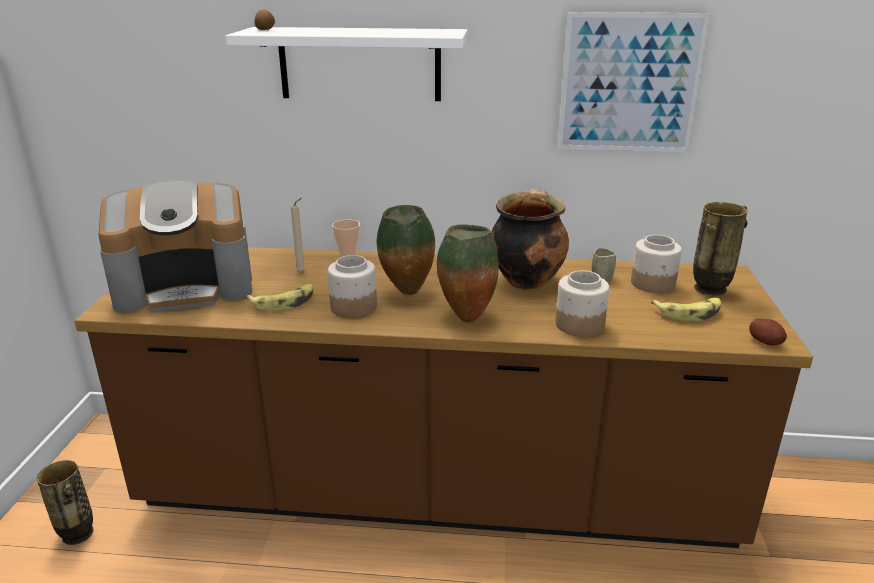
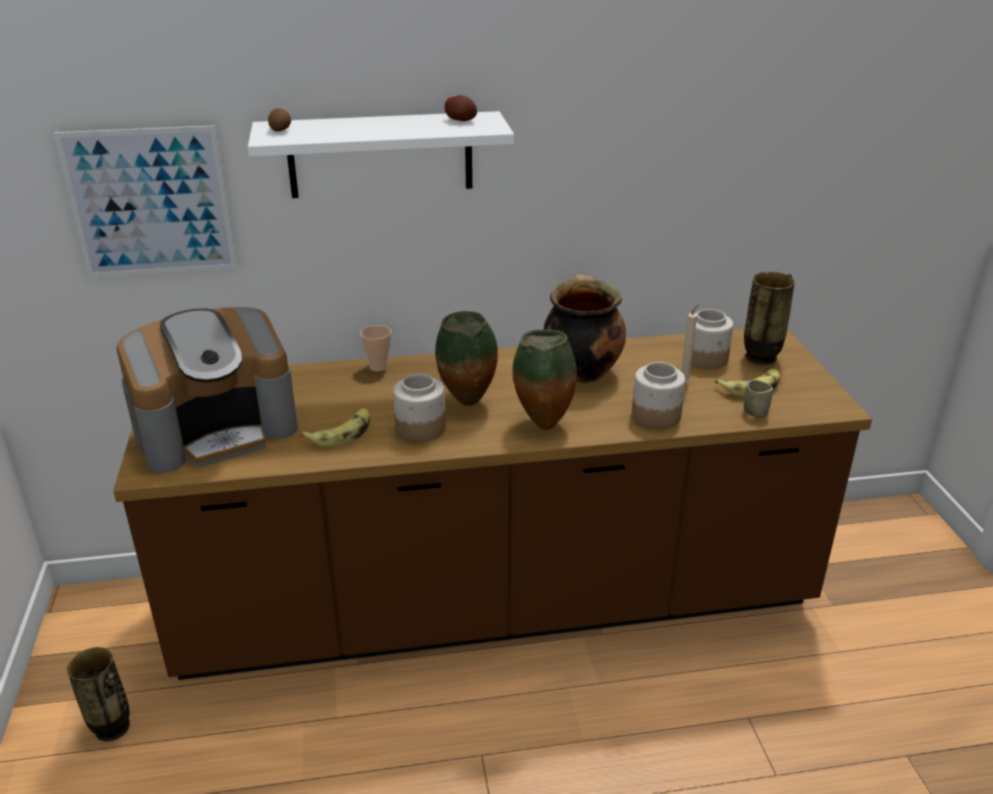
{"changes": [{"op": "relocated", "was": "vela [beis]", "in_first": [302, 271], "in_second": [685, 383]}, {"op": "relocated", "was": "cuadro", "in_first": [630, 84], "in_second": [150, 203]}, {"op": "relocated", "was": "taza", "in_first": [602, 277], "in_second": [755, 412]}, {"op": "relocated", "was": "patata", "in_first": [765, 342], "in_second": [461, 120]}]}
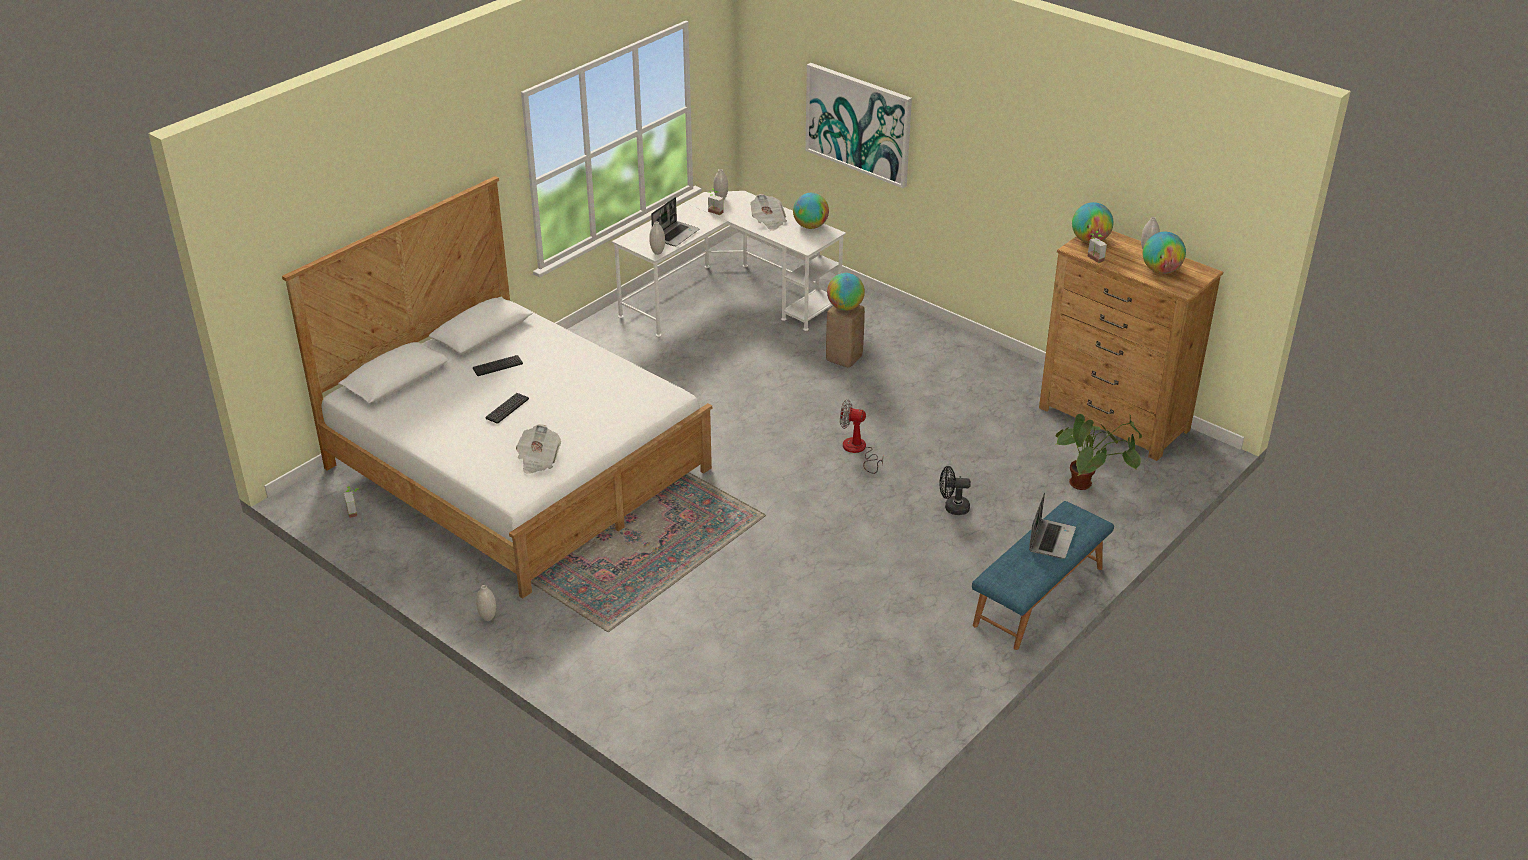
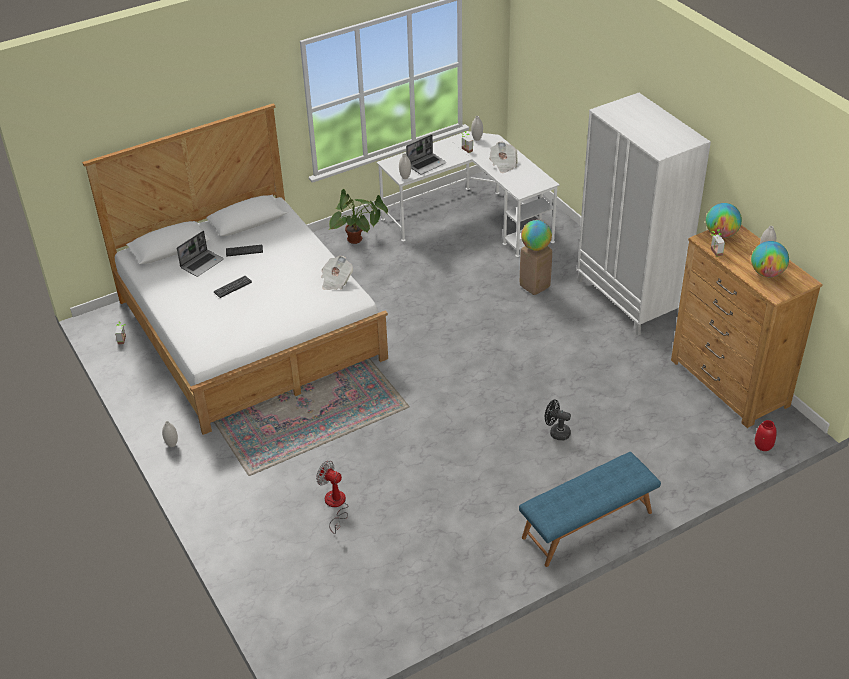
{"changes": [{"op": "relocated", "was": "periódico", "in_first": [538, 460], "in_second": [336, 281]}, {"op": "missing", "was": "globo terráqueo", "in_first": [810, 226]}, {"op": "missing", "was": "cuadro", "in_first": [858, 124]}, {"op": "relocated", "was": "ventilador", "in_first": [858, 451], "in_second": [335, 505]}, {"op": "relocated", "was": "portátil", "in_first": [1051, 539], "in_second": [202, 263]}, {"op": "relocated", "was": "planta en maceta", "in_first": [1091, 487], "in_second": [359, 243]}, {"op": "appeared", "now": "armario ropero [blanco]", "in_second": [629, 298]}, {"op": "appeared", "now": "florero [rojo]", "in_second": [763, 446]}]}
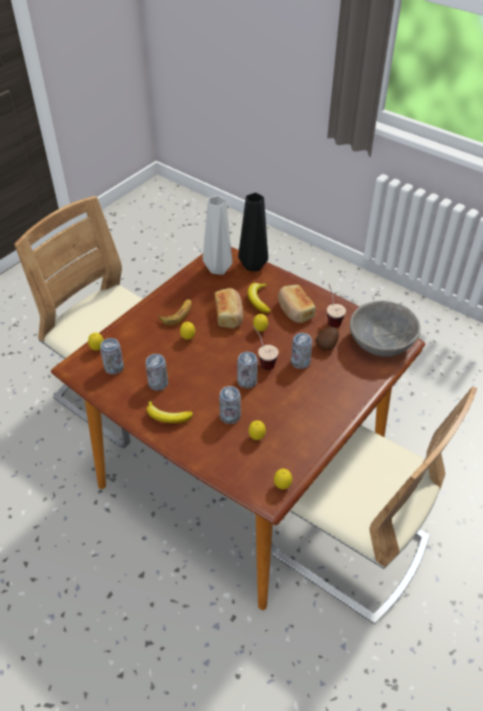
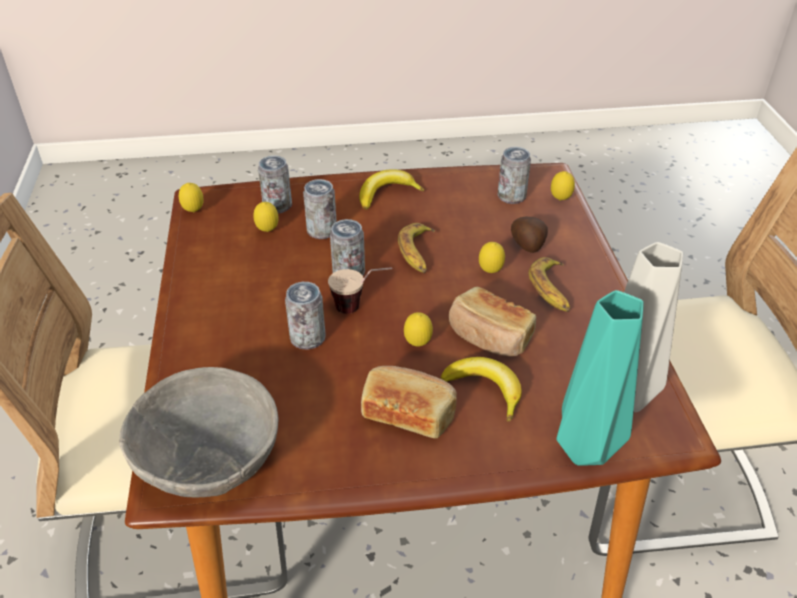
{"changes": [{"op": "relocated", "was": "lata", "in_first": [158, 384], "in_second": [277, 206]}, {"op": "colour", "was": "florero [negro]", "now": "florero [turquesa]", "in_first": [252, 265], "in_second": [589, 450]}, {"op": "relocated", "was": "patata", "in_first": [327, 345], "in_second": [528, 245]}, {"op": "missing", "was": "taza", "in_first": [331, 318]}, {"op": "appeared", "now": "plátano", "in_second": [417, 253]}]}
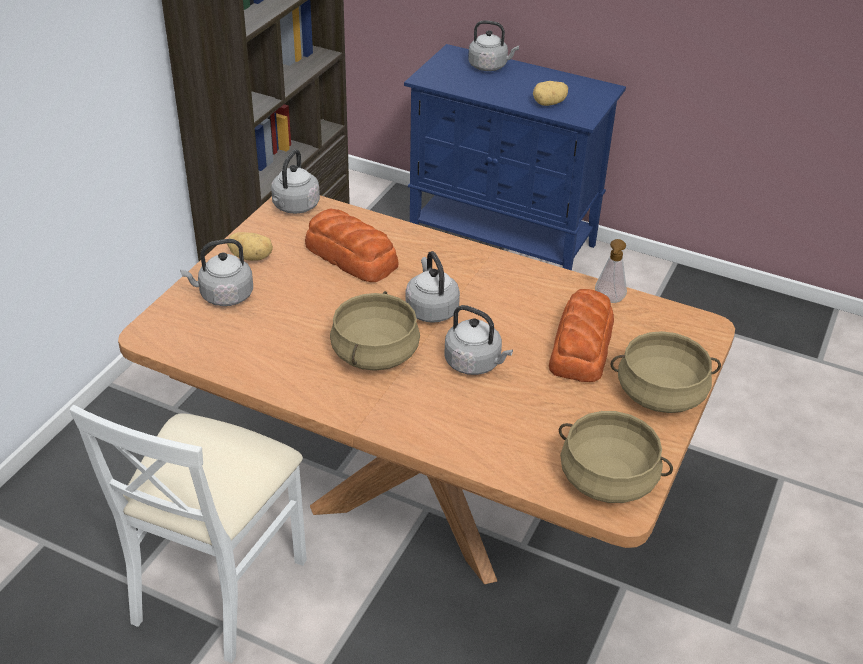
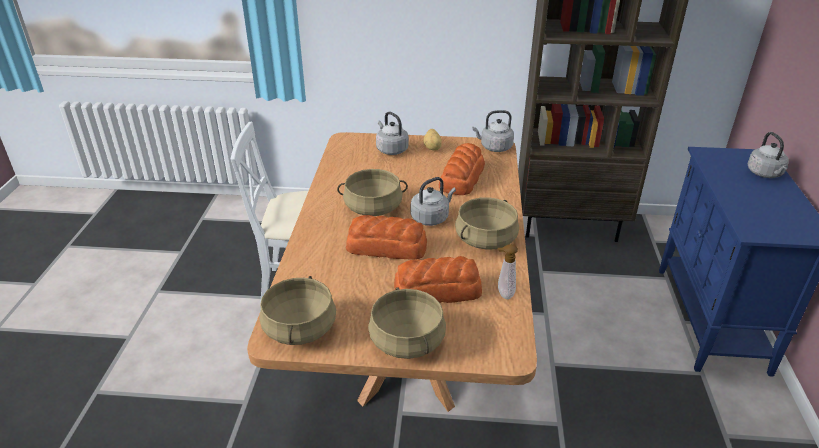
{"changes": [{"op": "exchanged", "was": "hervidor [gris]", "now": "pan", "in_first": [475, 363], "in_second": [387, 247]}, {"op": "missing", "was": "patata", "in_first": [549, 104]}, {"op": "appeared", "now": "olla [beis]", "in_second": [485, 239]}]}
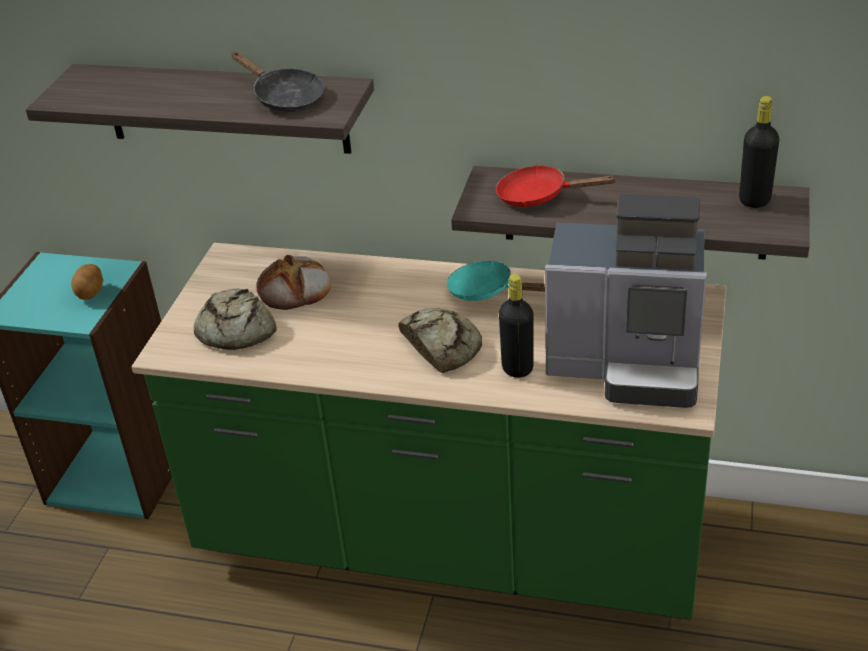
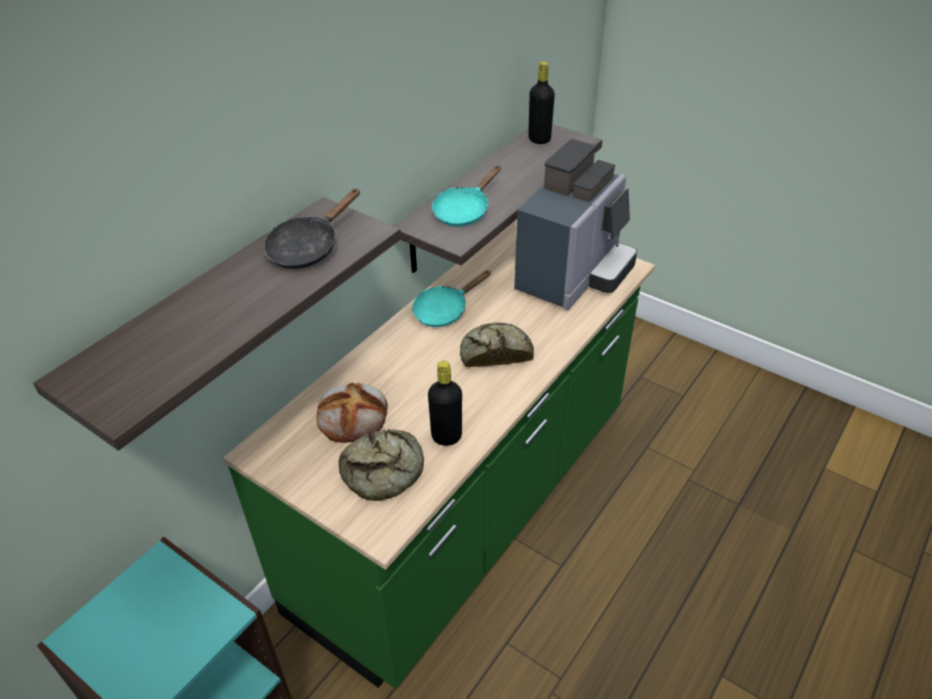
{"changes": [{"op": "missing", "was": "patata", "in_first": [91, 293]}, {"op": "spun", "was": "sartén [negro]", "in_first": [284, 98], "in_second": [308, 247], "clockwise": 150}, {"op": "colour", "was": "sartén [rojo]", "now": "sartén [turquesa]", "in_first": [539, 196], "in_second": [464, 211]}, {"op": "relocated", "was": "botella [negro]", "in_first": [517, 368], "in_second": [446, 436]}]}
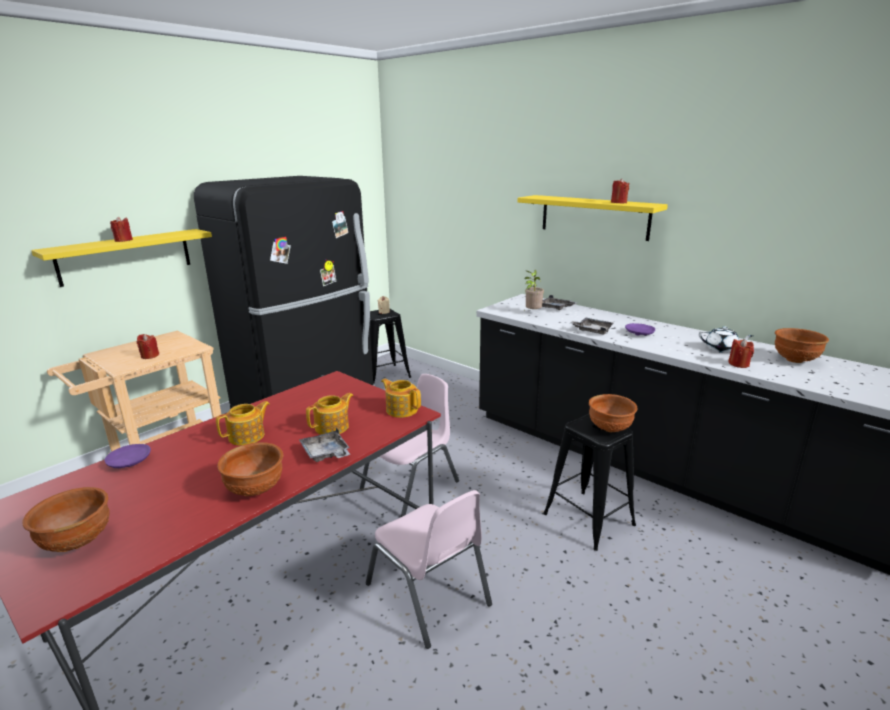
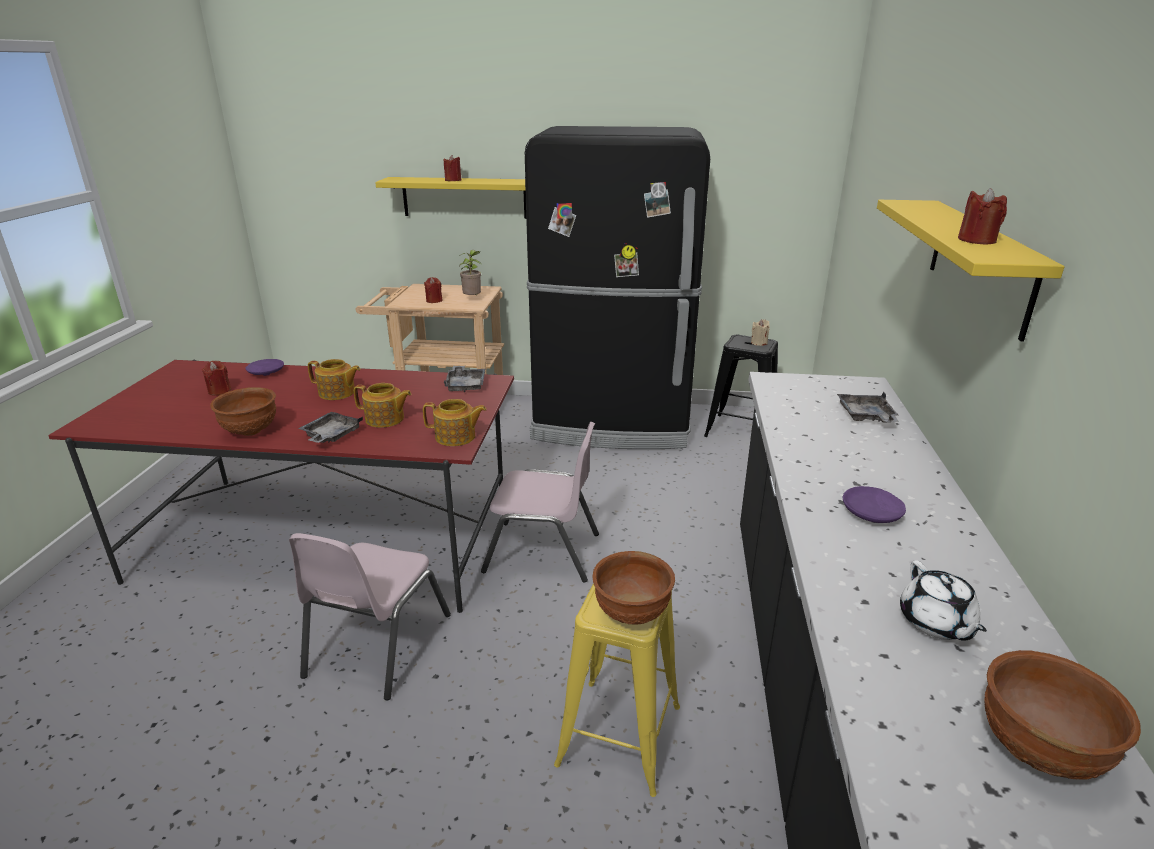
{"changes": [{"op": "missing", "was": "cuenco [marrón]", "in_first": [78, 541]}, {"op": "spun", "was": "tetera", "in_first": [401, 409], "in_second": [456, 437], "clockwise": 90}, {"op": "relocated", "was": "planta en maceta", "in_first": [532, 313], "in_second": [473, 299]}, {"op": "colour", "was": "taburete [negro]", "now": "taburete [amarillo]", "in_first": [588, 519], "in_second": [619, 734]}, {"op": "relocated", "was": "bandeja [gris]", "in_first": [592, 330], "in_second": [465, 385]}, {"op": "relocated", "was": "vela [rojo]", "in_first": [738, 364], "in_second": [219, 391]}]}
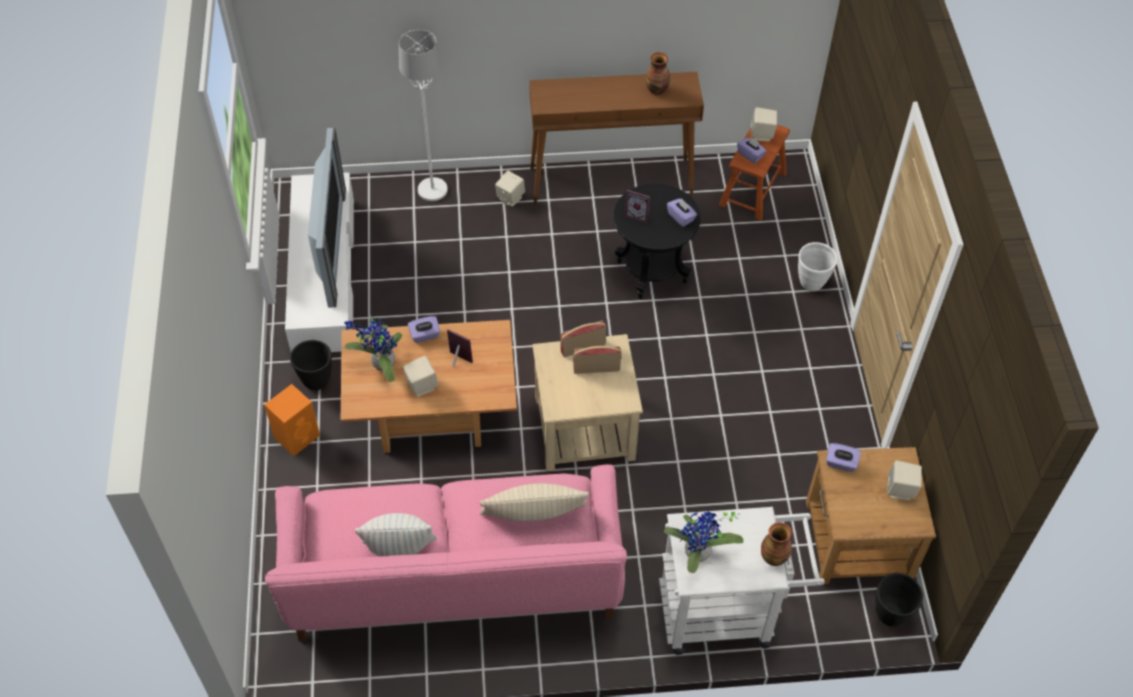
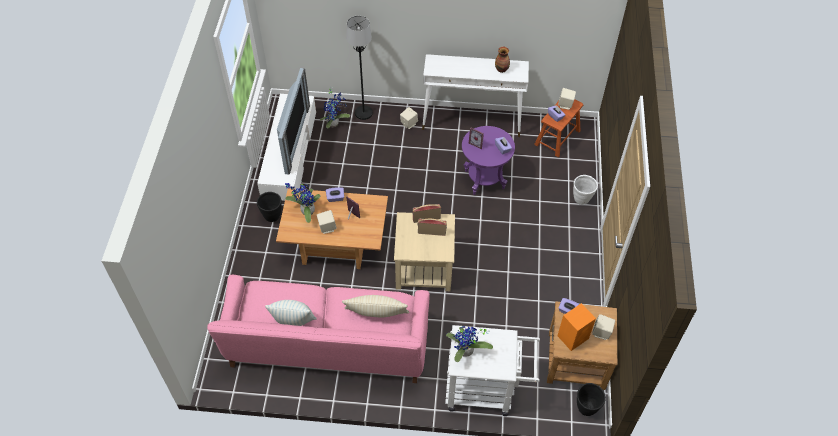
{"changes": [{"op": "relocated", "was": "altavoz [naranja]", "in_first": [298, 436], "in_second": [573, 337]}, {"op": "colour", "was": "lámpara de pie [blanco]", "now": "lámpara de pie [negro]", "in_first": [432, 190], "in_second": [363, 113]}, {"op": "colour", "was": "mesa consola [marrón]", "now": "mesa consola [blanco]", "in_first": [612, 181], "in_second": [472, 122]}, {"op": "colour", "was": "mesa auxiliar [negro]", "now": "mesa auxiliar [morado]", "in_first": [651, 272], "in_second": [484, 179]}, {"op": "missing", "was": "florero", "in_first": [774, 556]}, {"op": "appeared", "now": "planta en maceta", "in_second": [334, 123]}]}
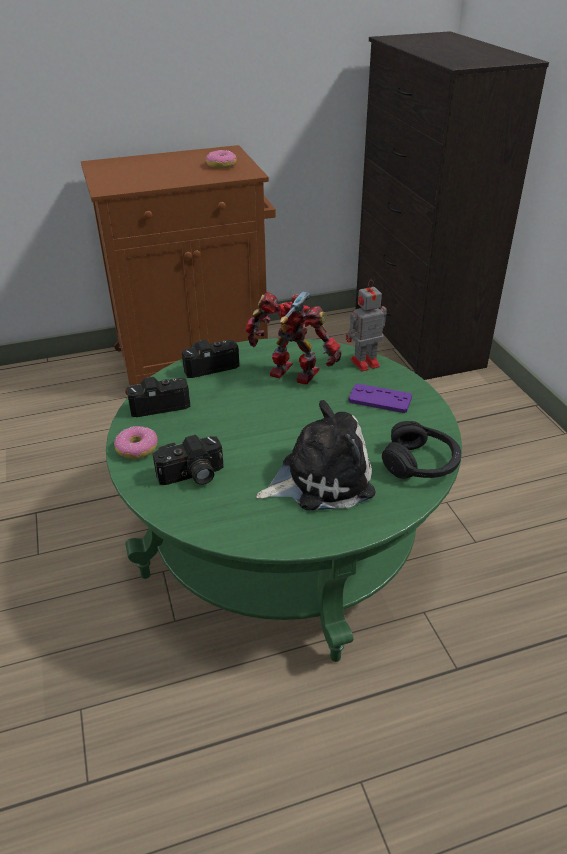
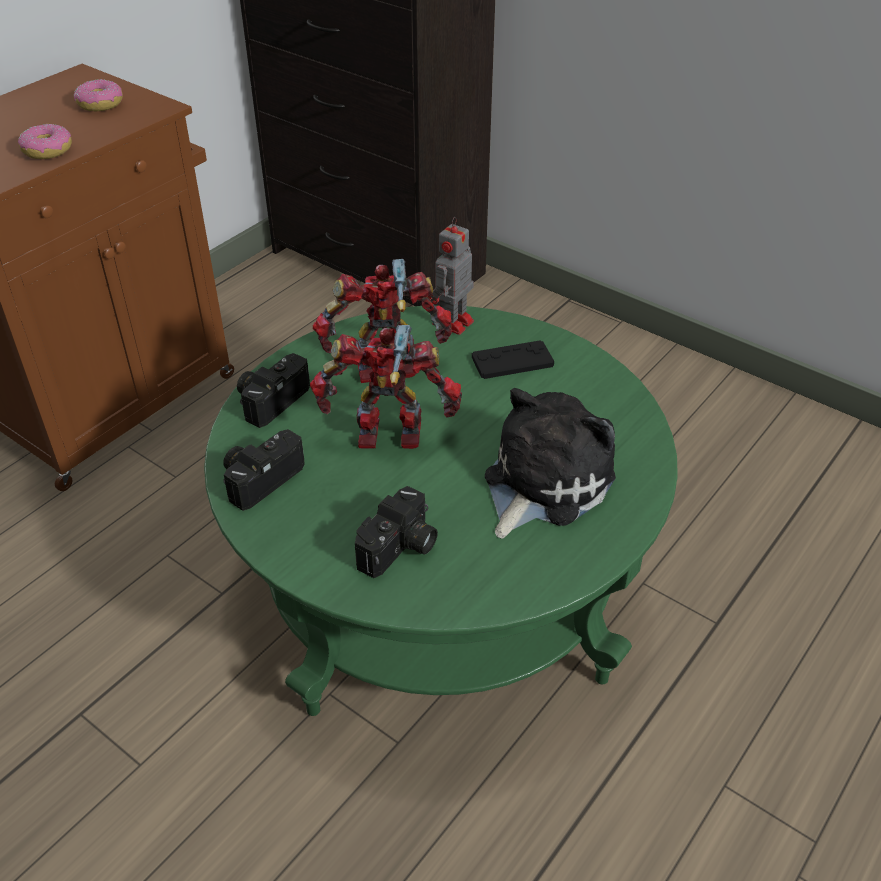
{"changes": [{"op": "relocated", "was": "rosquilla", "in_first": [137, 449], "in_second": [47, 151]}, {"op": "colour", "was": "mando de consola [morado]", "now": "mando de consola [negro]", "in_first": [380, 399], "in_second": [512, 361]}, {"op": "missing", "was": "auriculares [negro]", "in_first": [421, 463]}, {"op": "appeared", "now": "robot de juguete", "in_second": [390, 438]}]}
